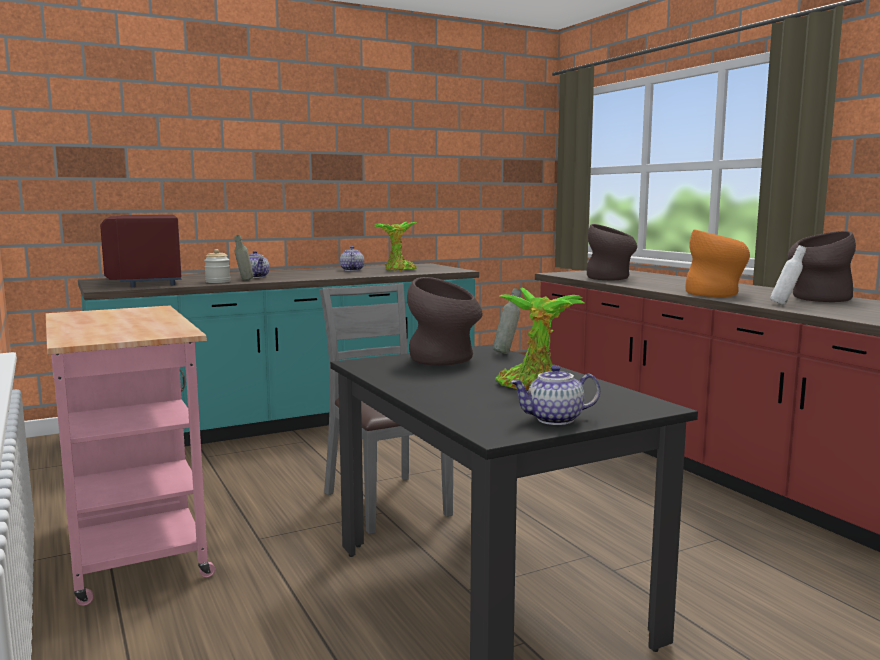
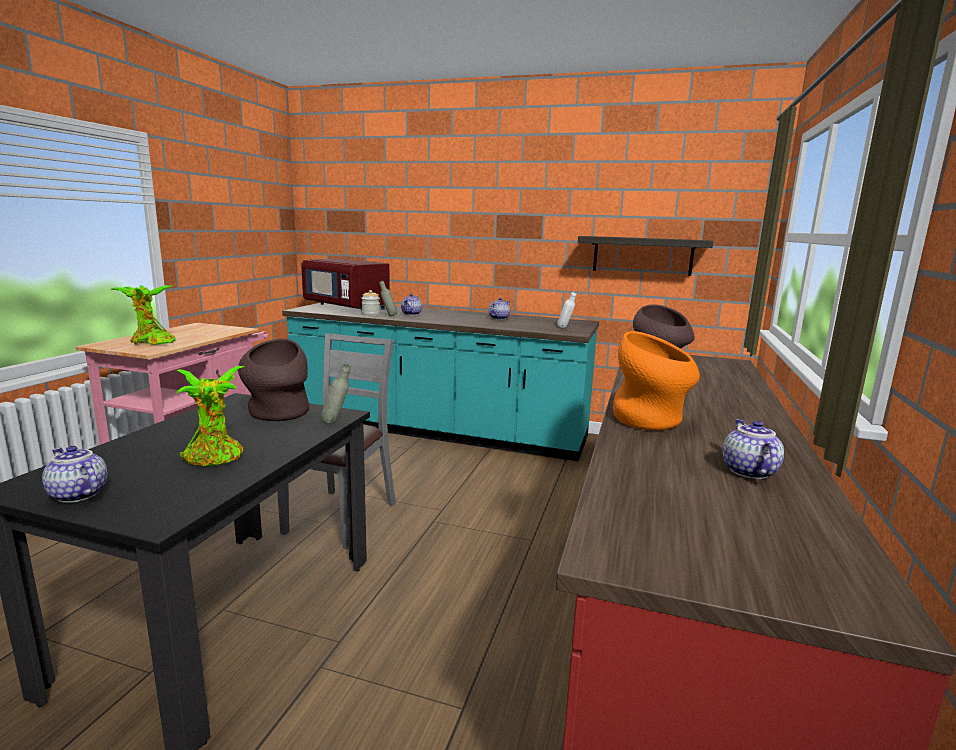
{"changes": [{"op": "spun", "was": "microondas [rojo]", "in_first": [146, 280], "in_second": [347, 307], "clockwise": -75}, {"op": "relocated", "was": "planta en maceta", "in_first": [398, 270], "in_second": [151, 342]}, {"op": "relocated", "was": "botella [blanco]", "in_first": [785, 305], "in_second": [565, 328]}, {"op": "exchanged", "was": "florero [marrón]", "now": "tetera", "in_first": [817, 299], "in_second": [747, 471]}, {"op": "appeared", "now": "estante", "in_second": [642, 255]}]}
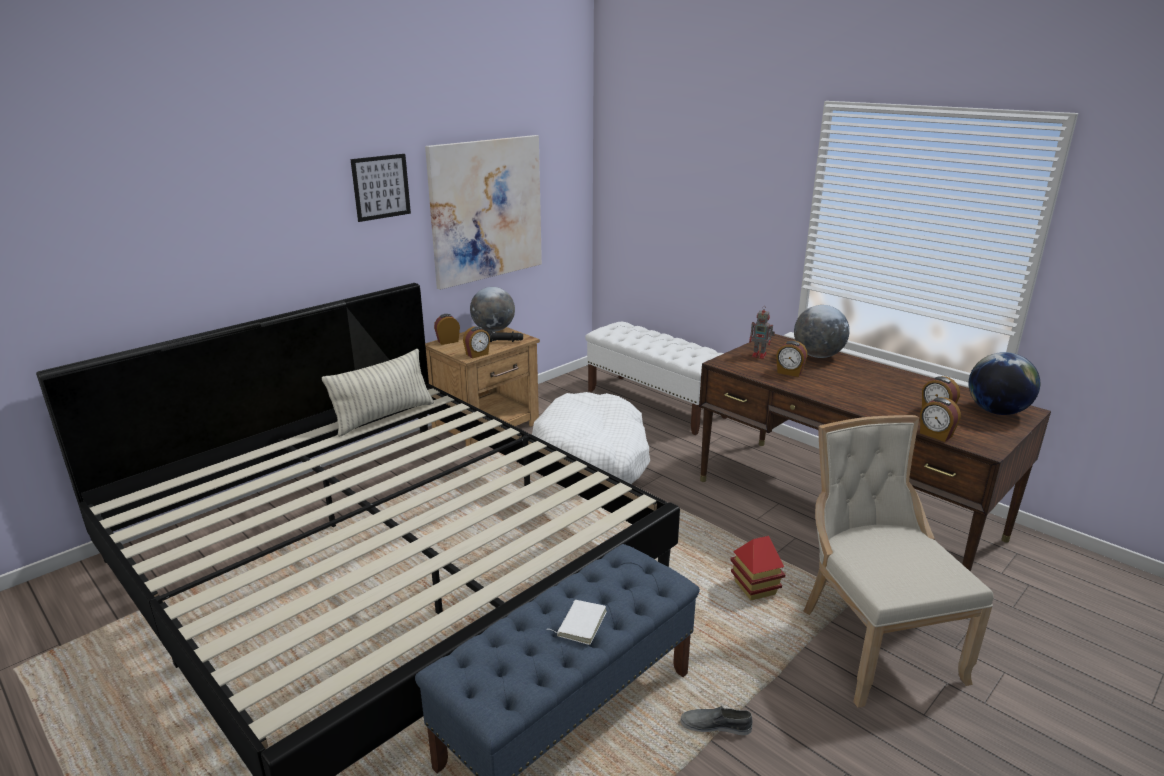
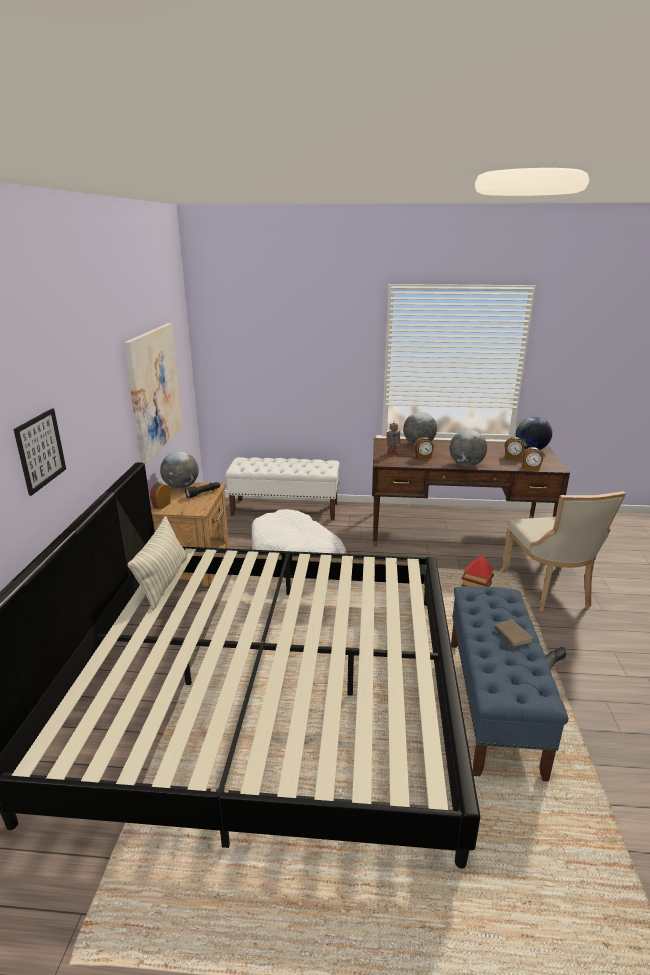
{"changes": [{"op": "relocated", "was": "cuadro", "in_first": [381, 187], "in_second": [40, 450]}, {"op": "missing", "was": "despertador", "in_first": [477, 354]}, {"op": "colour", "was": "libro [blanco]", "now": "libro [marrón]", "in_first": [580, 623], "in_second": [511, 635]}, {"op": "spun", "was": "silla [beis]", "in_first": [872, 642], "in_second": [548, 589], "clockwise": -135}, {"op": "appeared", "now": "globo terráqueo", "in_second": [466, 465]}]}
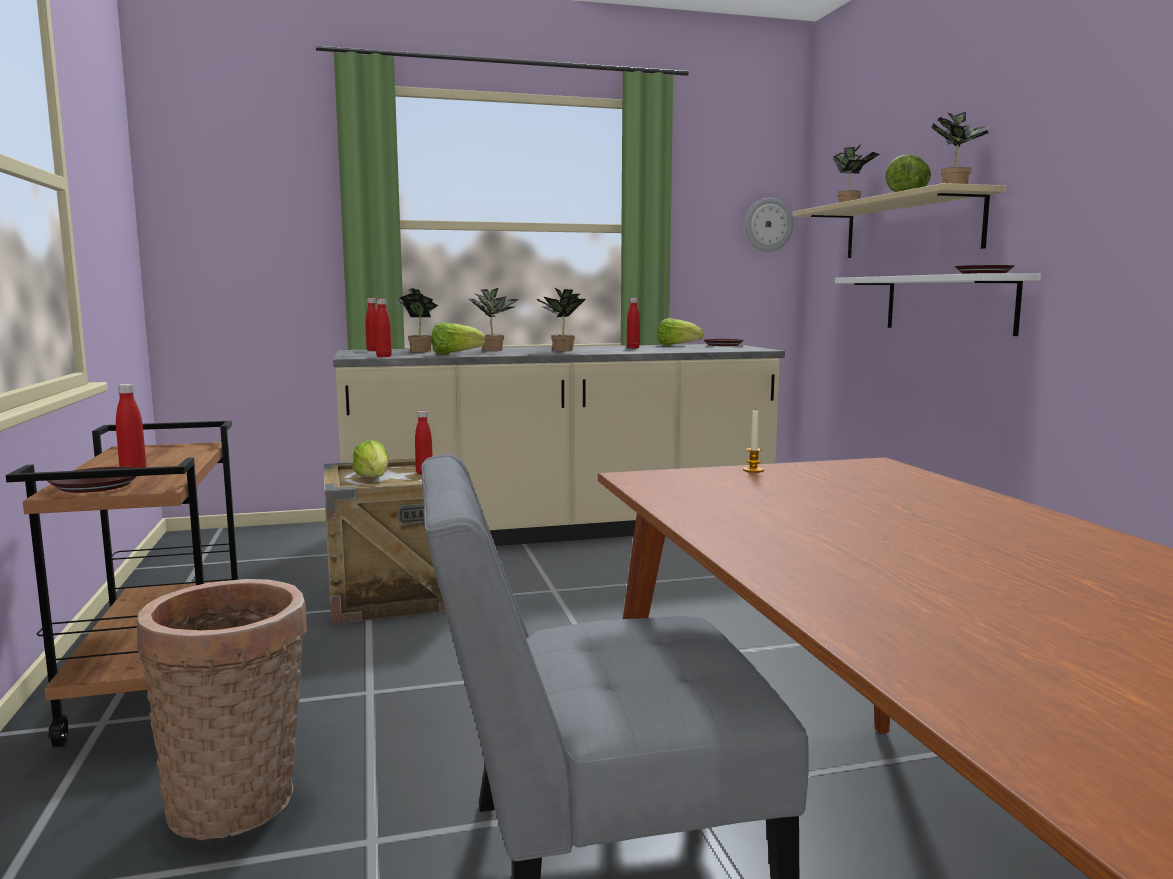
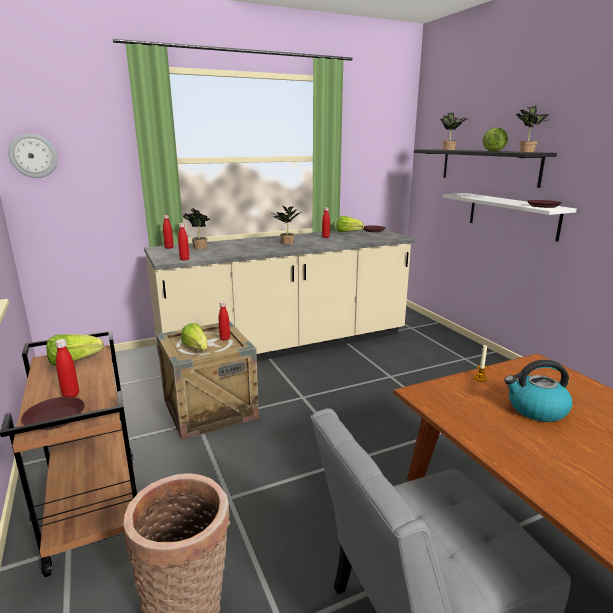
{"changes": [{"op": "relocated", "was": "lechuga", "in_first": [455, 354], "in_second": [74, 361]}, {"op": "missing", "was": "planta en maceta", "in_first": [494, 350]}, {"op": "relocated", "was": "reloj de pared", "in_first": [768, 225], "in_second": [33, 156]}, {"op": "colour", "was": "estante [beis]", "now": "estante [negro]", "in_first": [910, 227], "in_second": [488, 166]}, {"op": "appeared", "now": "hervidor", "in_second": [536, 409]}]}
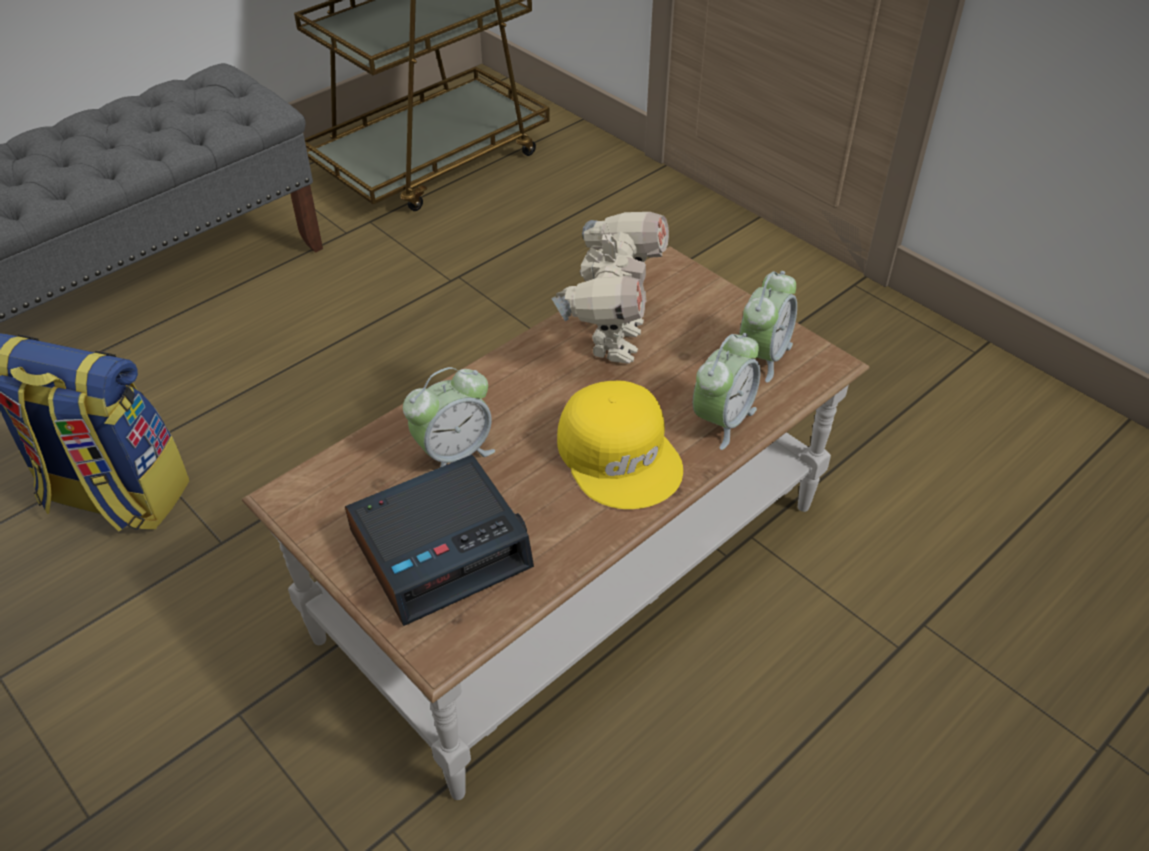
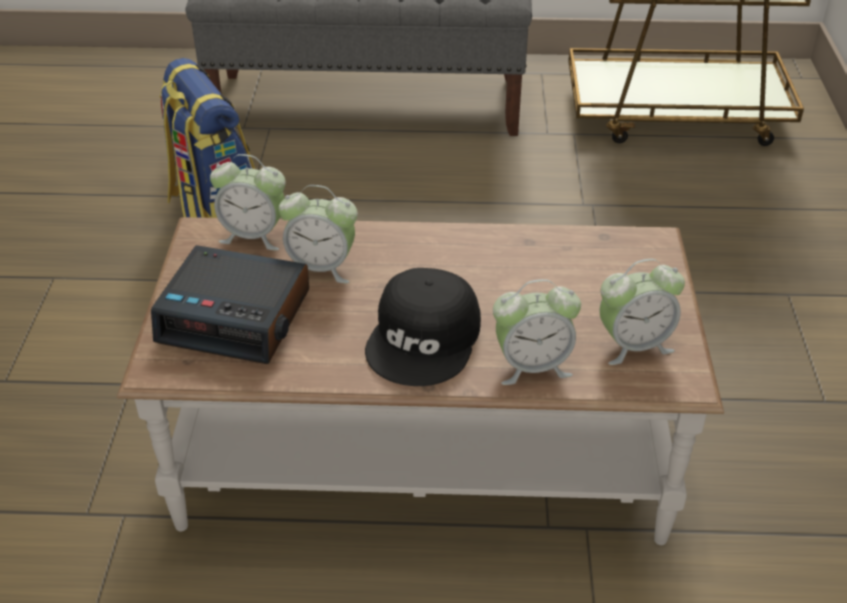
{"changes": [{"op": "missing", "was": "robot de juguete", "in_first": [611, 340]}, {"op": "colour", "was": "gorra [amarillo]", "now": "gorra [negro]", "in_first": [621, 454], "in_second": [425, 339]}, {"op": "appeared", "now": "despertador", "in_second": [254, 236]}]}
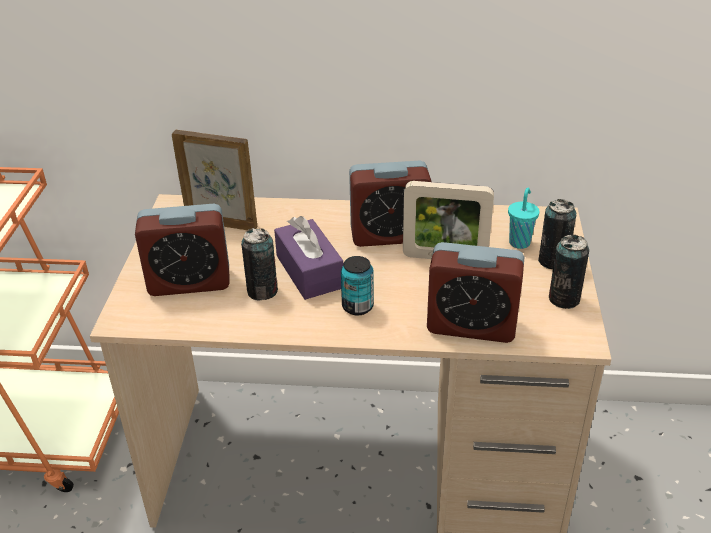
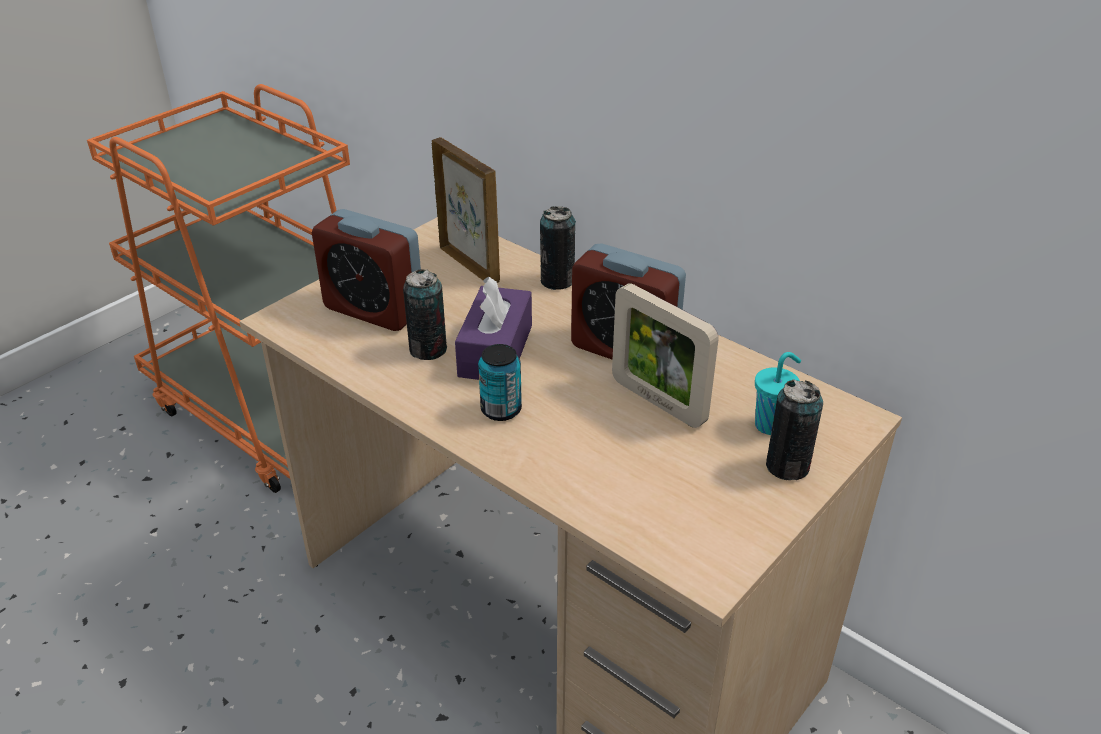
{"changes": [{"op": "missing", "was": "despertador", "in_first": [471, 326]}, {"op": "relocated", "was": "lata", "in_first": [564, 299], "in_second": [557, 281]}]}
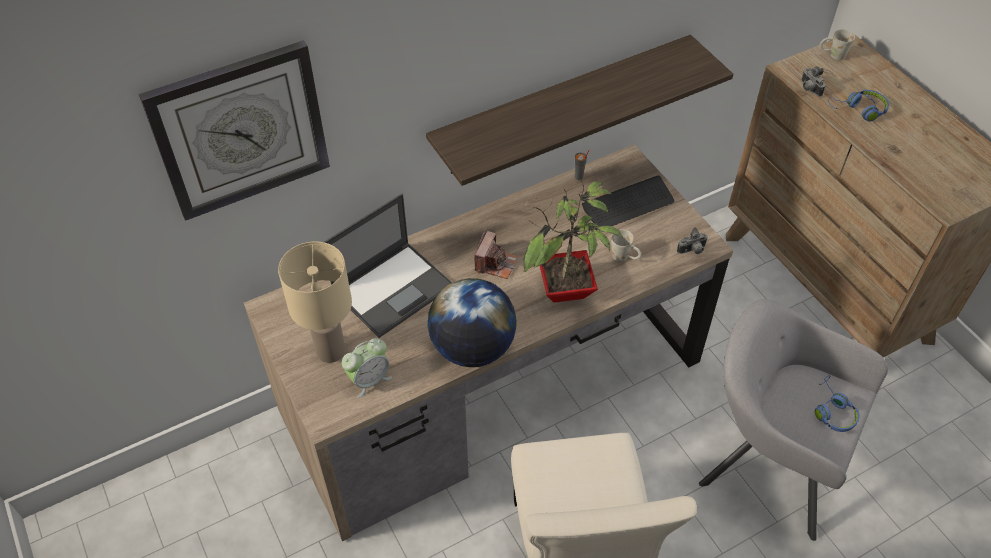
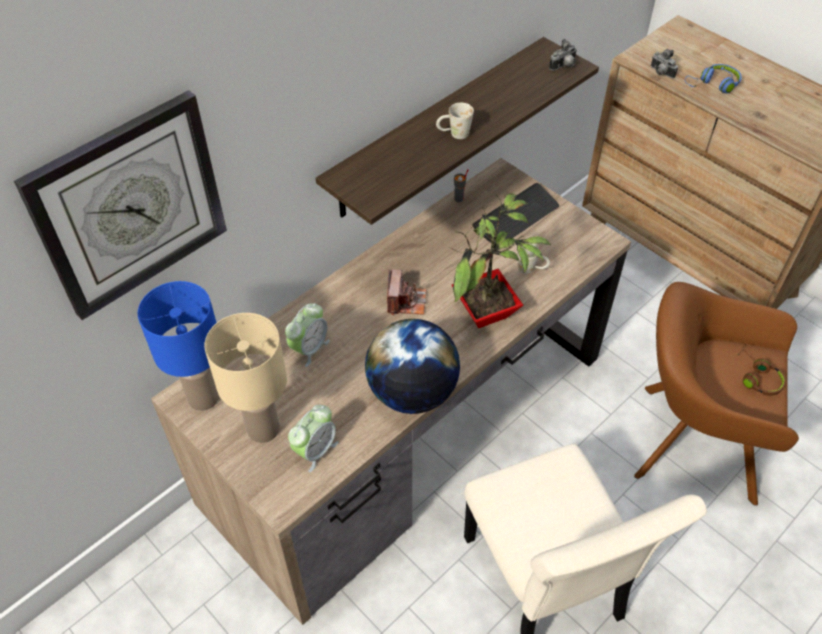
{"changes": [{"op": "exchanged", "was": "portátil", "now": "despertador", "in_first": [393, 288], "in_second": [309, 348]}, {"op": "relocated", "was": "cámara", "in_first": [692, 251], "in_second": [564, 66]}, {"op": "colour", "was": "sillón [gris]", "now": "sillón [marrón]", "in_first": [767, 463], "in_second": [690, 441]}, {"op": "colour", "was": "auriculares [azul]", "now": "auriculares [marrón]", "in_first": [832, 410], "in_second": [756, 377]}, {"op": "relocated", "was": "taza grande [blanco]", "in_first": [832, 55], "in_second": [453, 134]}, {"op": "appeared", "now": "lámpara de mesa [azul]", "in_second": [202, 397]}]}
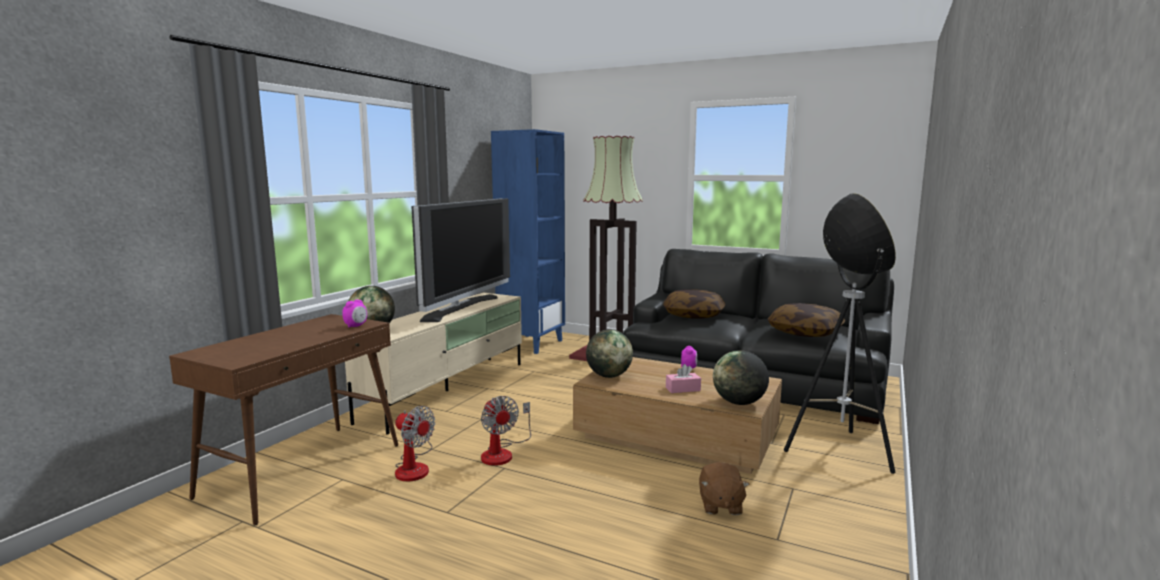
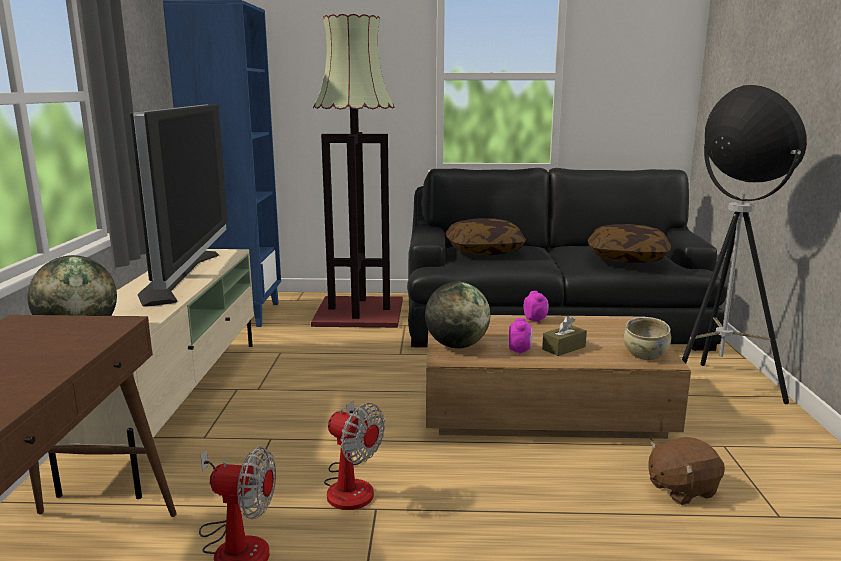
{"changes": [{"op": "relocated", "was": "despertador", "in_first": [356, 326], "in_second": [520, 351]}, {"op": "colour", "was": "caja de pañuelos [rosa]", "now": "caja de pañuelos [marrón]", "in_first": [683, 389], "in_second": [563, 348]}, {"op": "spun", "was": "peluche [marrón]", "in_first": [720, 505], "in_second": [681, 489], "clockwise": 90}, {"op": "exchanged", "was": "globo terráqueo", "now": "cuenco [beis]", "in_first": [739, 403], "in_second": [645, 355]}]}
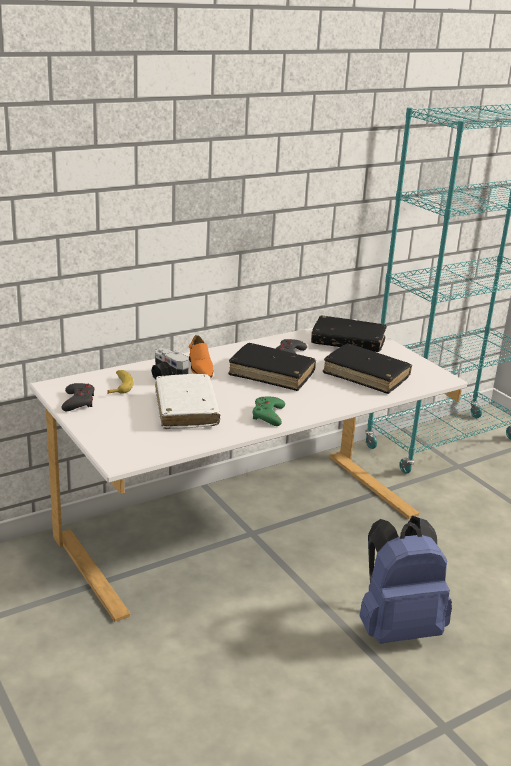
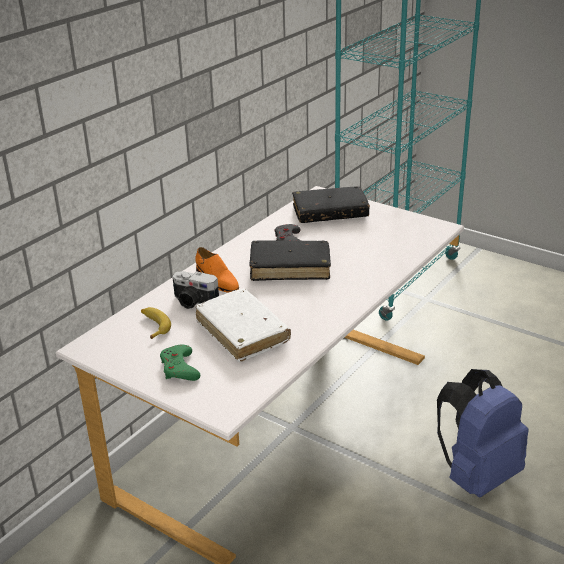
{"changes": [{"op": "missing", "was": "mando de consola [gris]", "in_first": [78, 401]}, {"op": "relocated", "was": "mando de consola [verde]", "in_first": [268, 415], "in_second": [179, 368]}, {"op": "missing", "was": "libro [negro]", "in_first": [366, 376]}]}
